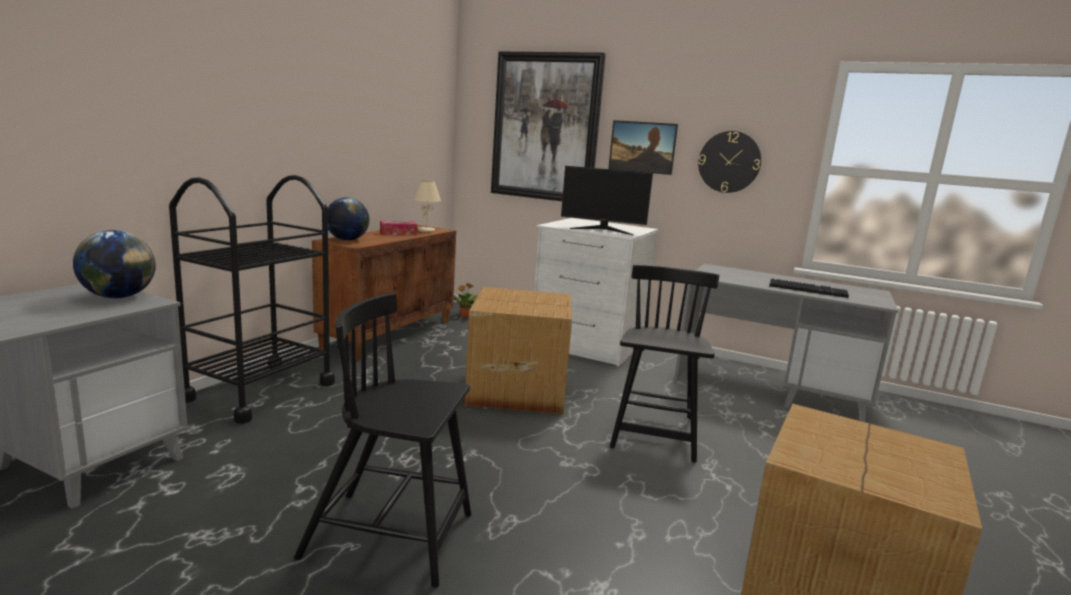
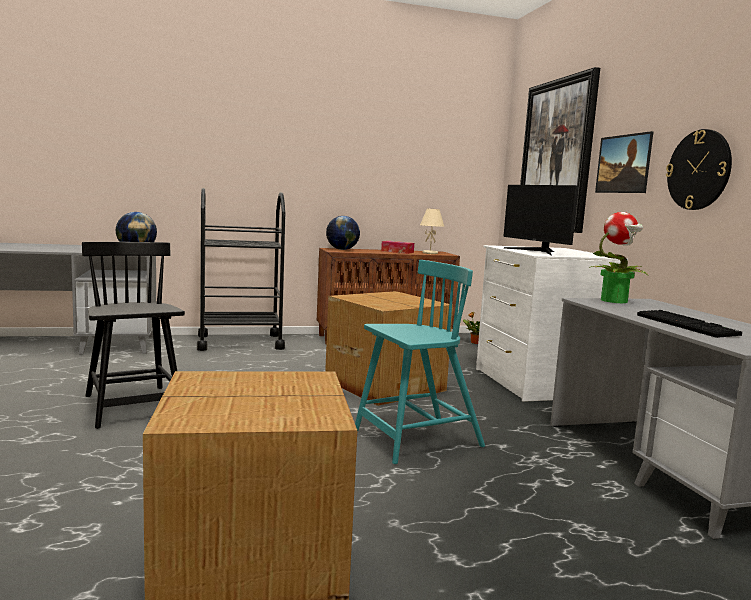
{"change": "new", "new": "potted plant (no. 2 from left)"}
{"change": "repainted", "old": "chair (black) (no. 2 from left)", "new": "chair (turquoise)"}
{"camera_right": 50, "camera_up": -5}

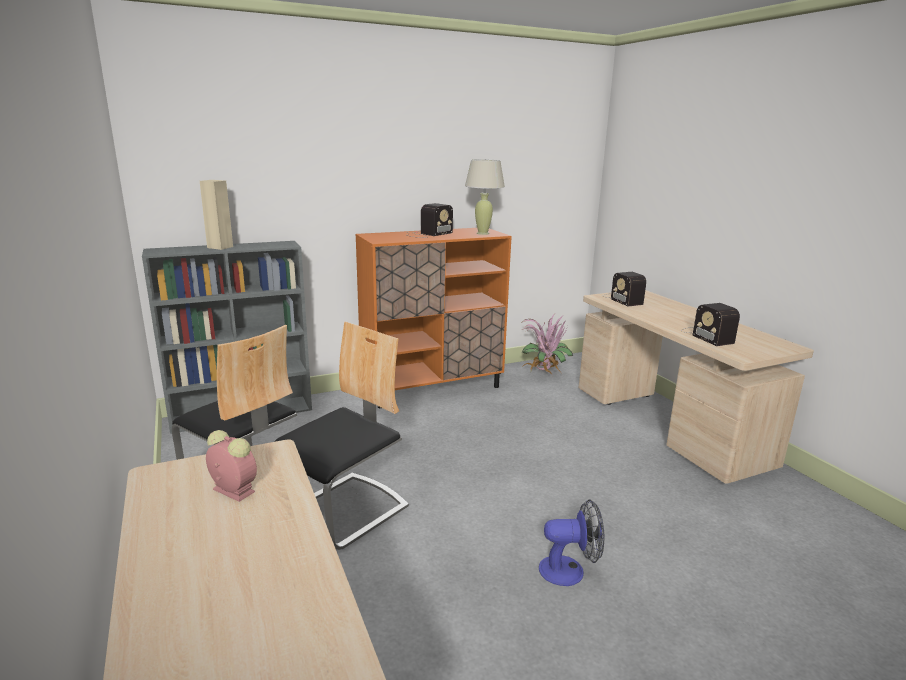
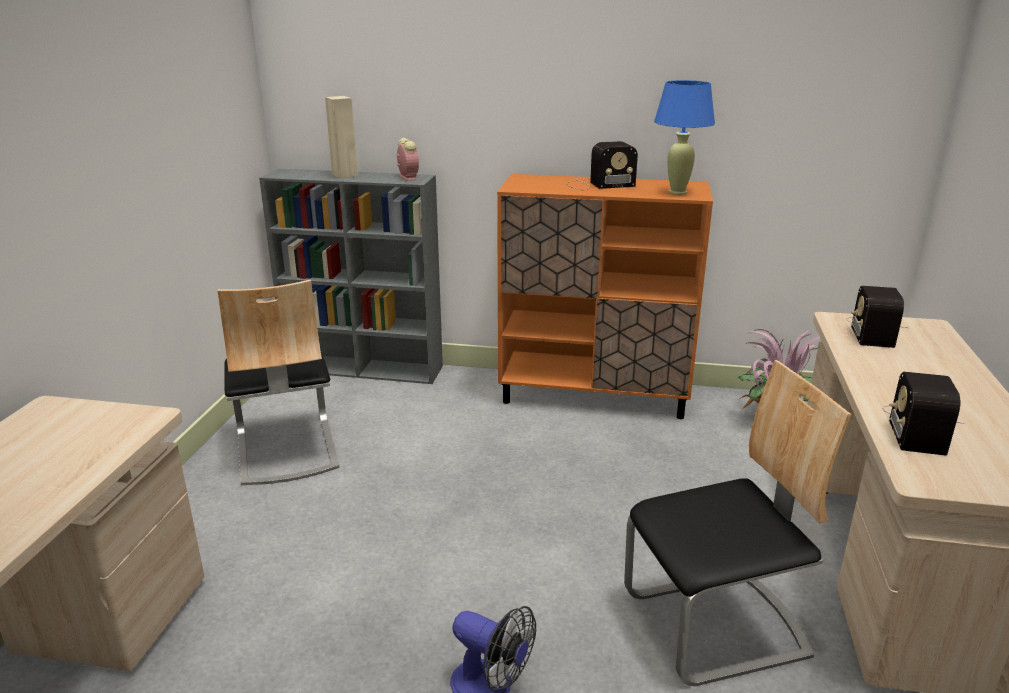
{"change": "shifted", "old": "alarm clock"}
{"change": "shifted", "old": "chair (no. 2 from left)"}
{"change": "repainted", "old": "table lamp (beige)", "new": "table lamp (blue)"}
{"camera_right": 35, "camera_up": 5}

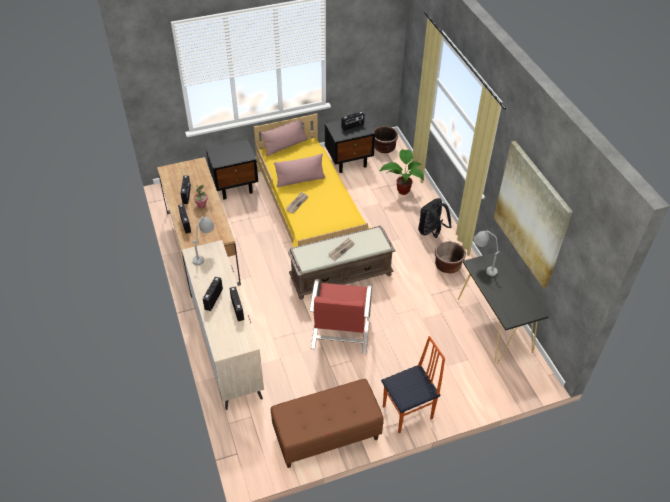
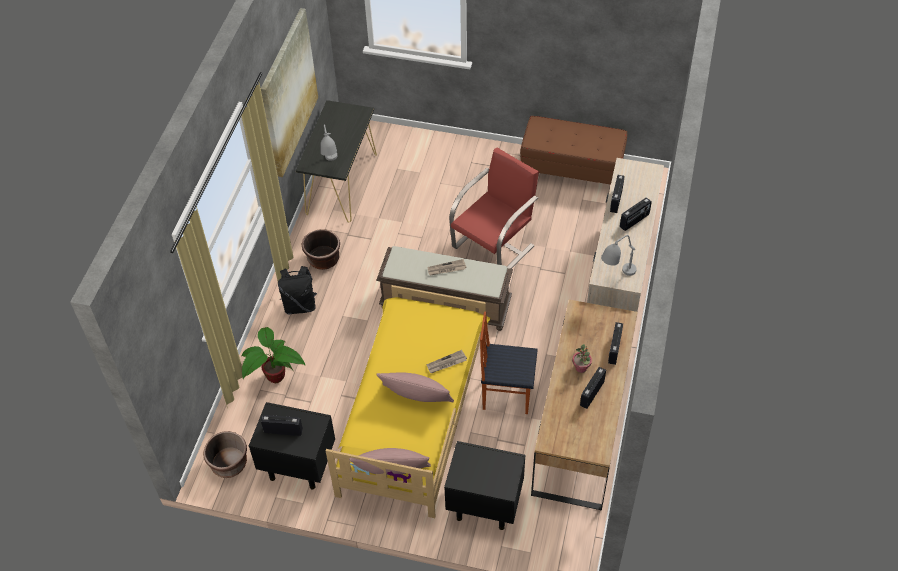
{"change": "shifted", "old": "chair"}
{"camera_right": -145, "camera_up": 5}

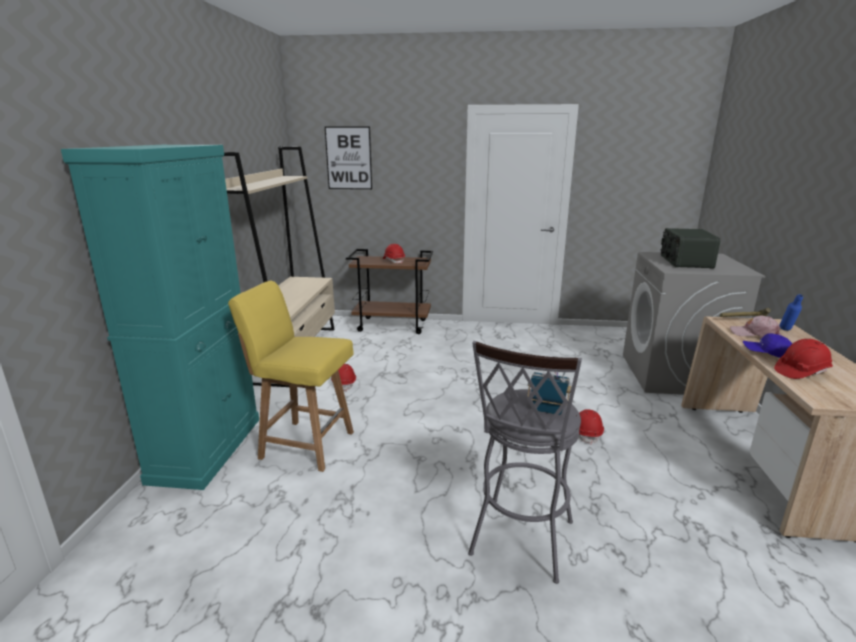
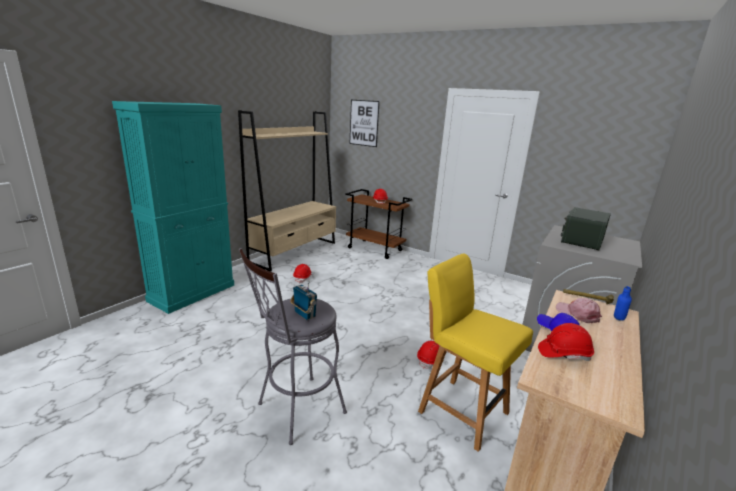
{"change": "shifted", "old": "chair (yellow)"}
{"camera_right": 25, "camera_up": 0}

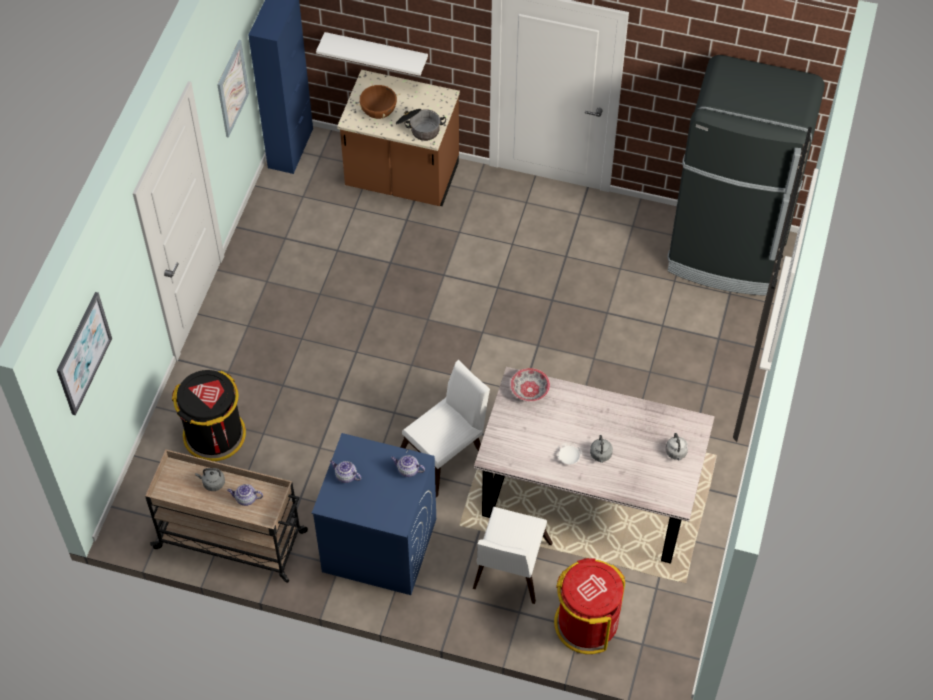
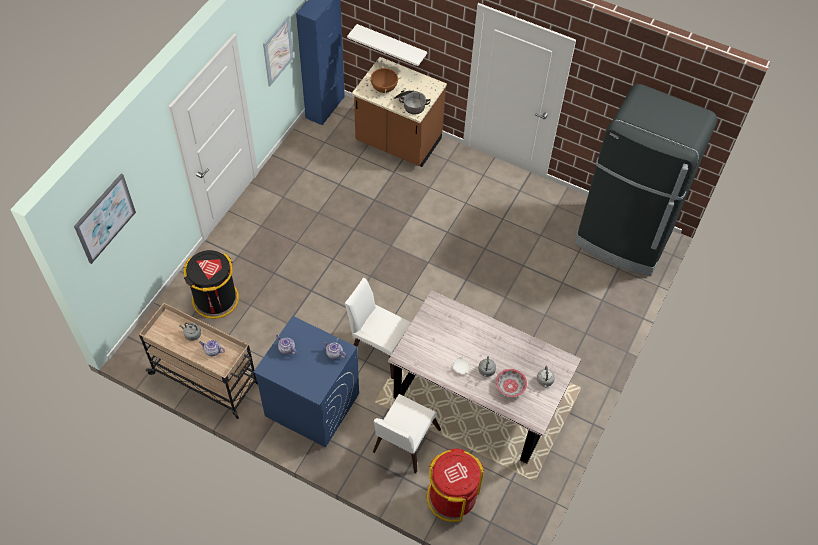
{"change": "shifted", "old": "bowl"}
{"change": "rotated", "old": "chair (white) (no. 1 from left)", "degrees": -120}
{"camera_right": 10, "camera_up": 0}

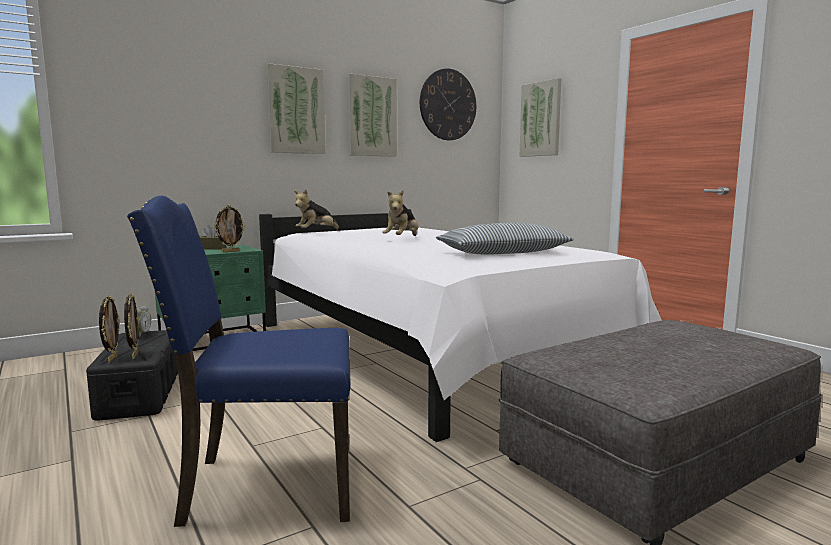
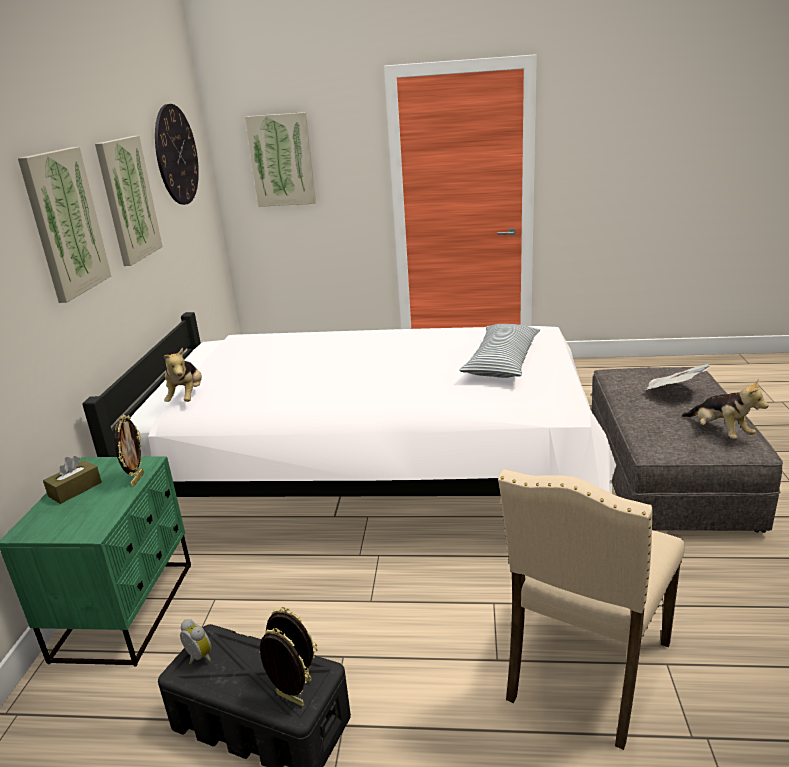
{"change": "new", "new": "newspaper"}
{"change": "shifted", "old": "plush toy (no. 2 from left)"}
{"change": "repainted", "old": "chair (blue)", "new": "chair (beige)"}
{"camera_right": -50, "camera_up": 15}

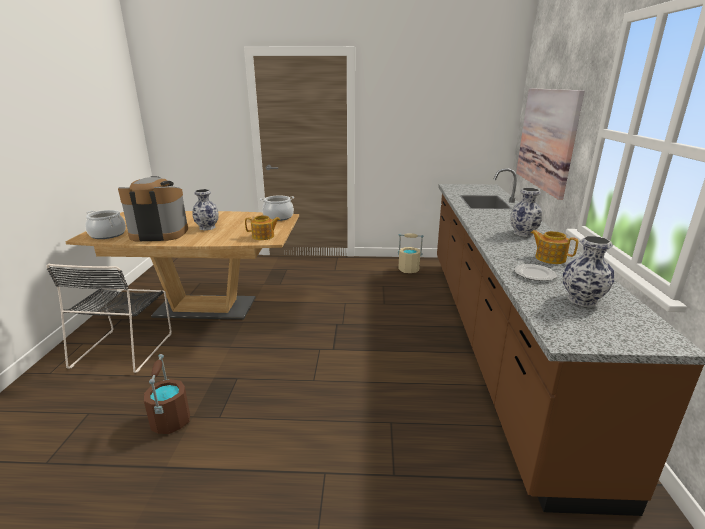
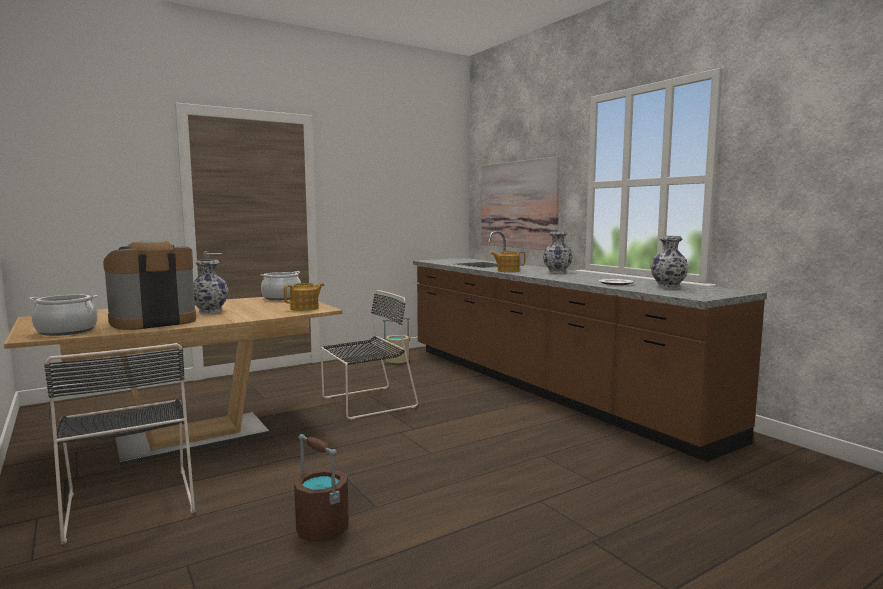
{"change": "new", "new": "chair (black) (no. 2 from left)"}
{"change": "shifted", "old": "teapot (no. 2 from left)"}
{"camera_right": -35, "camera_up": -15}

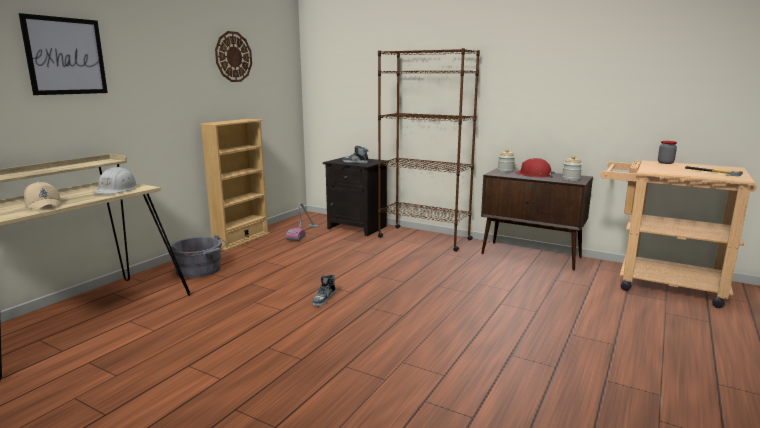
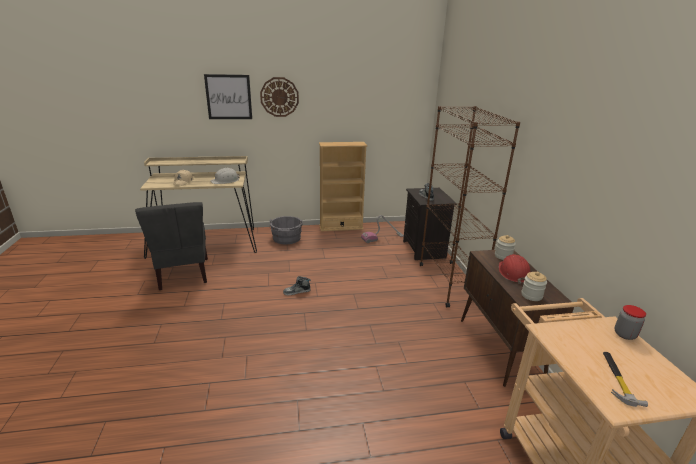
{"change": "new", "new": "chair (grey)"}
{"change": "shifted", "old": "wall clock"}
{"camera_right": 50, "camera_up": 10}

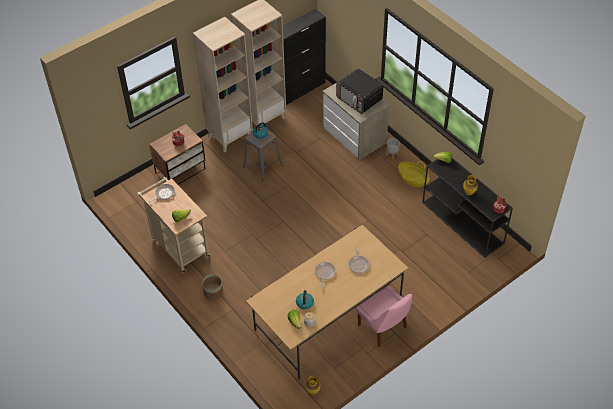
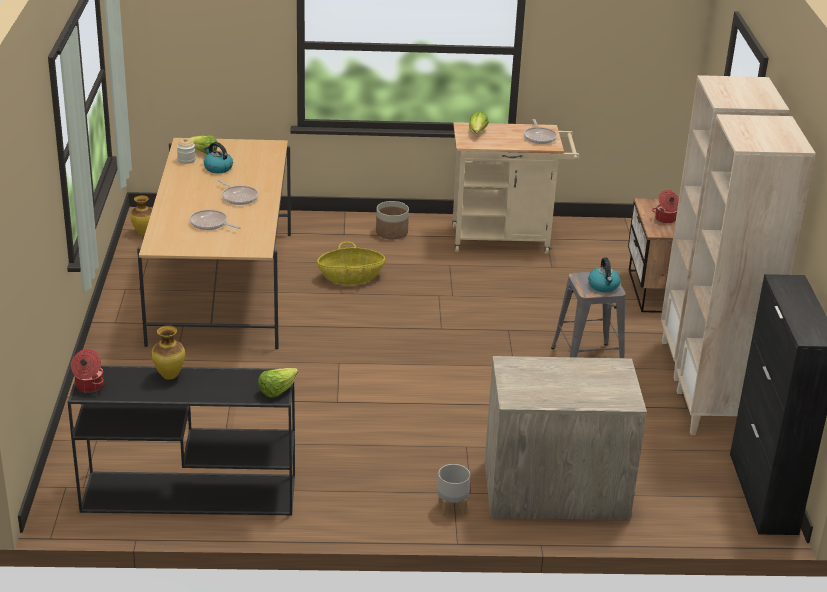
{"change": "gone", "old": "microwave"}
{"change": "gone", "old": "chair (pink)"}
{"change": "shifted", "old": "basket"}
{"camera_right": 125, "camera_up": -20}

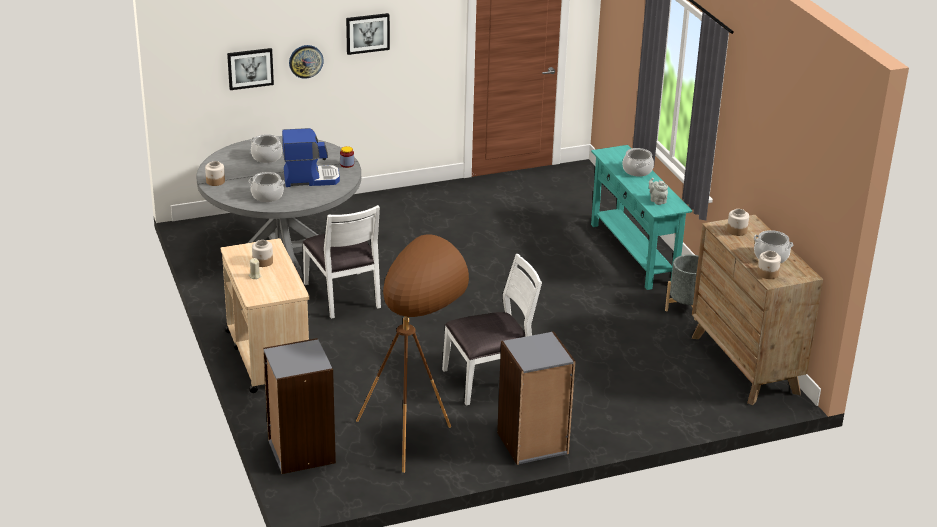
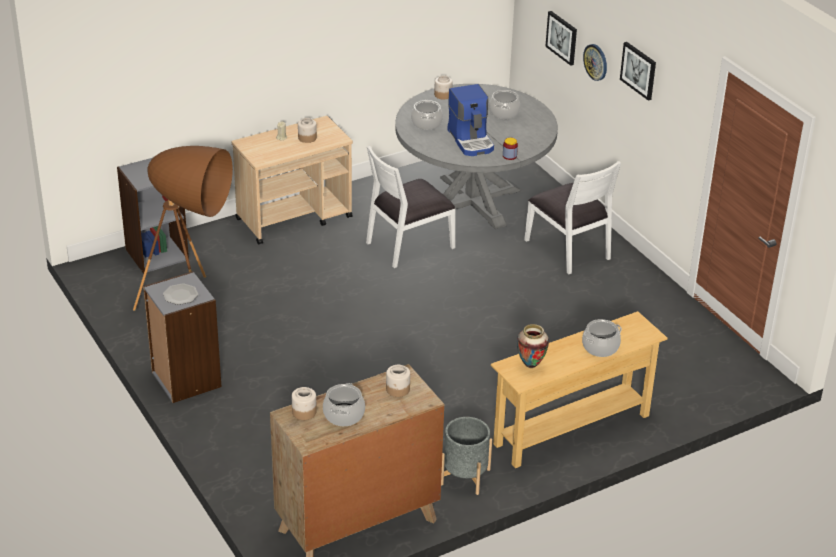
{"change": "new", "new": "plate"}
{"change": "shifted", "old": "chair (white) (no. 2 from left)"}
{"change": "swapped", "old": "teapot (grey)", "new": "vase"}
{"change": "repainted", "old": "console table (turquoise)", "new": "console table (beige)"}
{"camera_right": 80, "camera_up": 5}

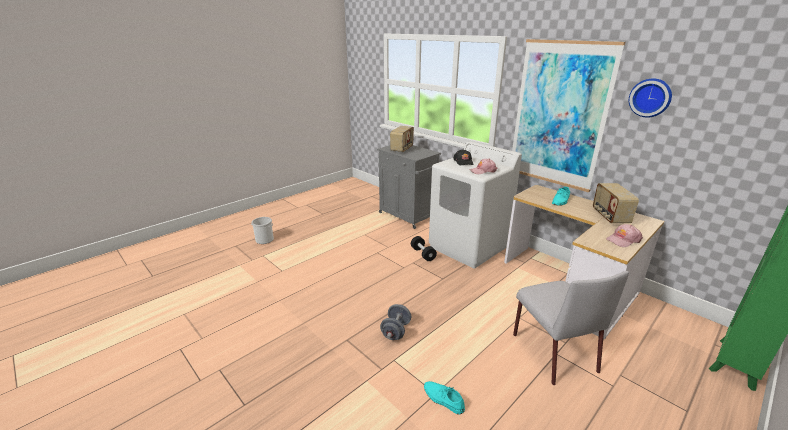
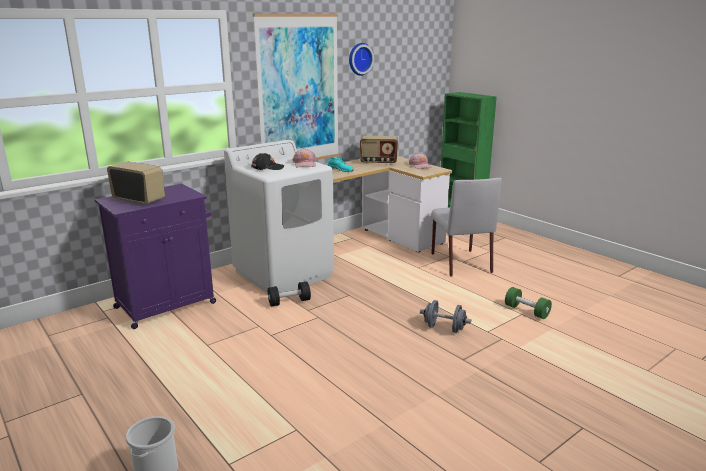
{"change": "swapped", "old": "shoe (turquoise) (no. 1 from left)", "new": "dumbbell (green)"}
{"change": "repainted", "old": "cabinet (grey)", "new": "cabinet (purple)"}
{"change": "rotated", "old": "chair (grey)", "degrees": 90}
{"camera_right": -85, "camera_up": -5}

